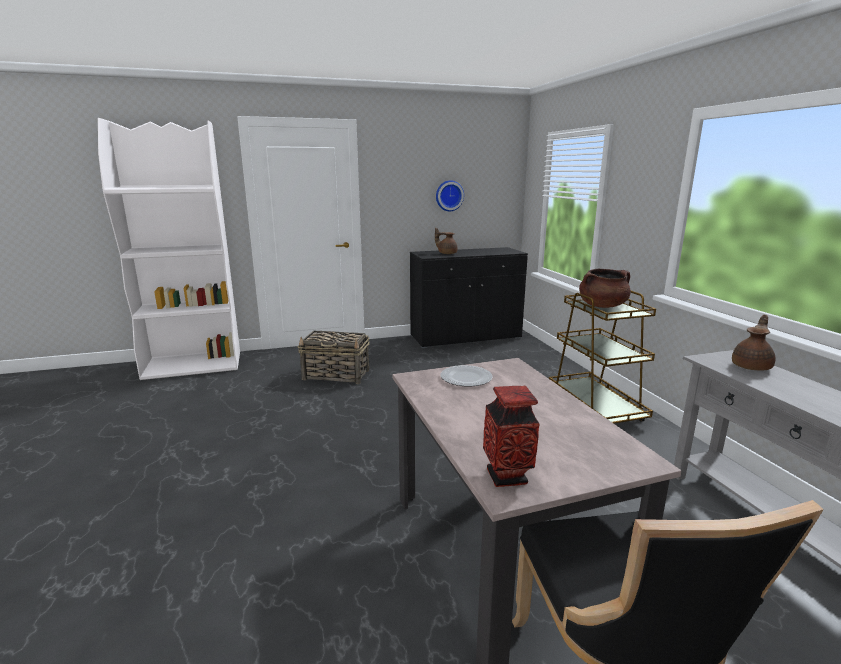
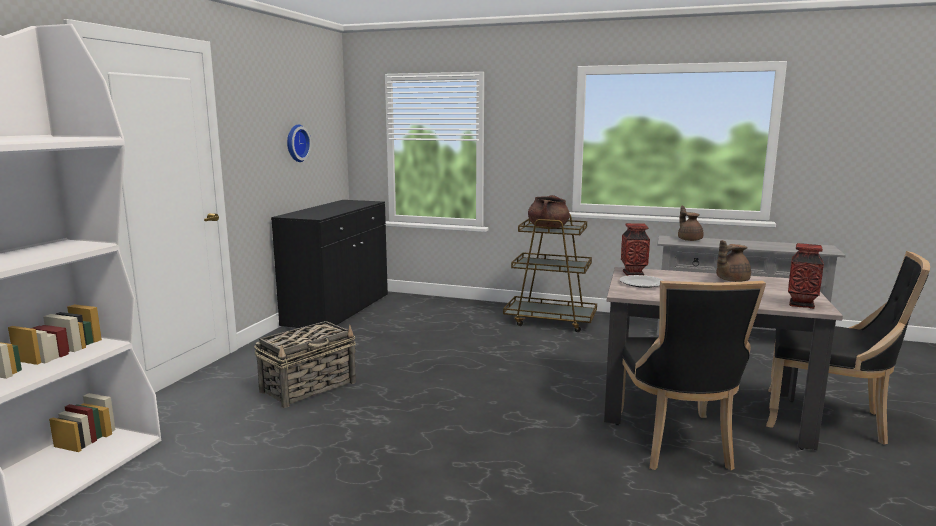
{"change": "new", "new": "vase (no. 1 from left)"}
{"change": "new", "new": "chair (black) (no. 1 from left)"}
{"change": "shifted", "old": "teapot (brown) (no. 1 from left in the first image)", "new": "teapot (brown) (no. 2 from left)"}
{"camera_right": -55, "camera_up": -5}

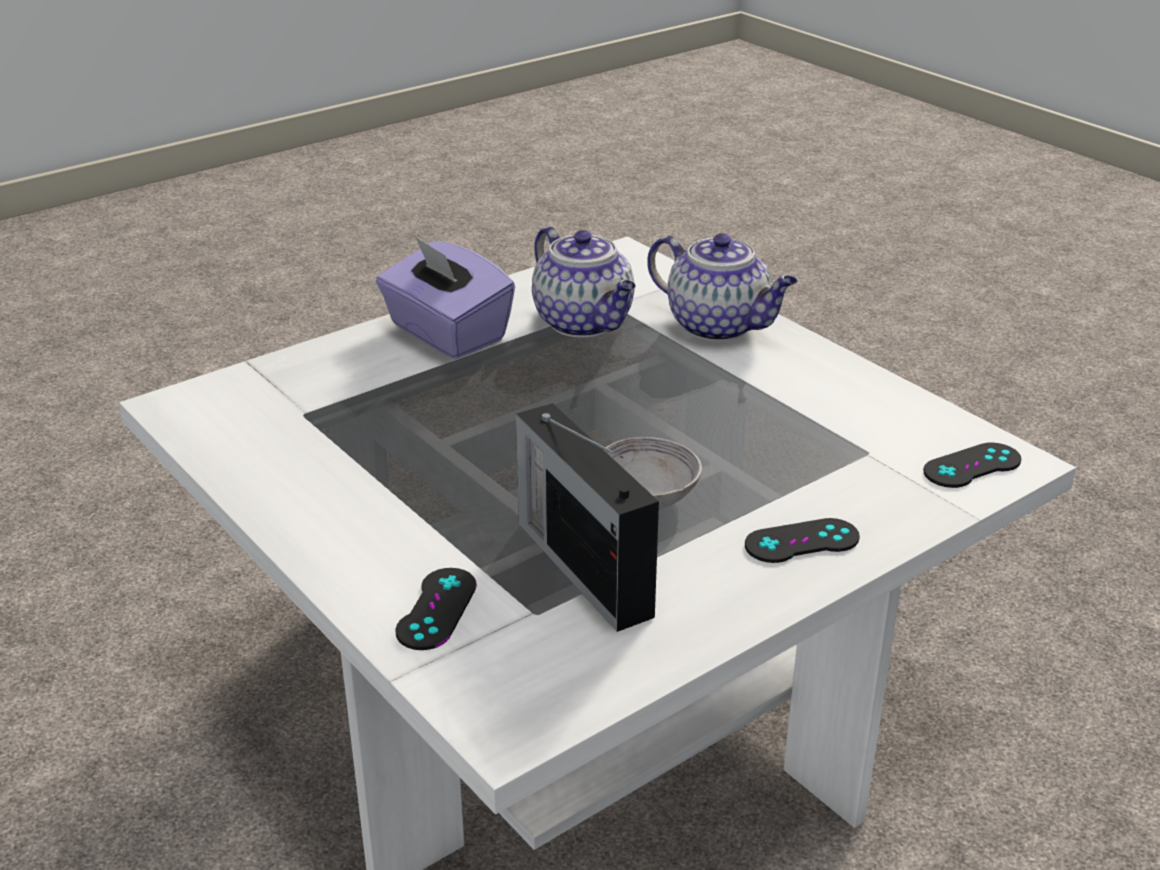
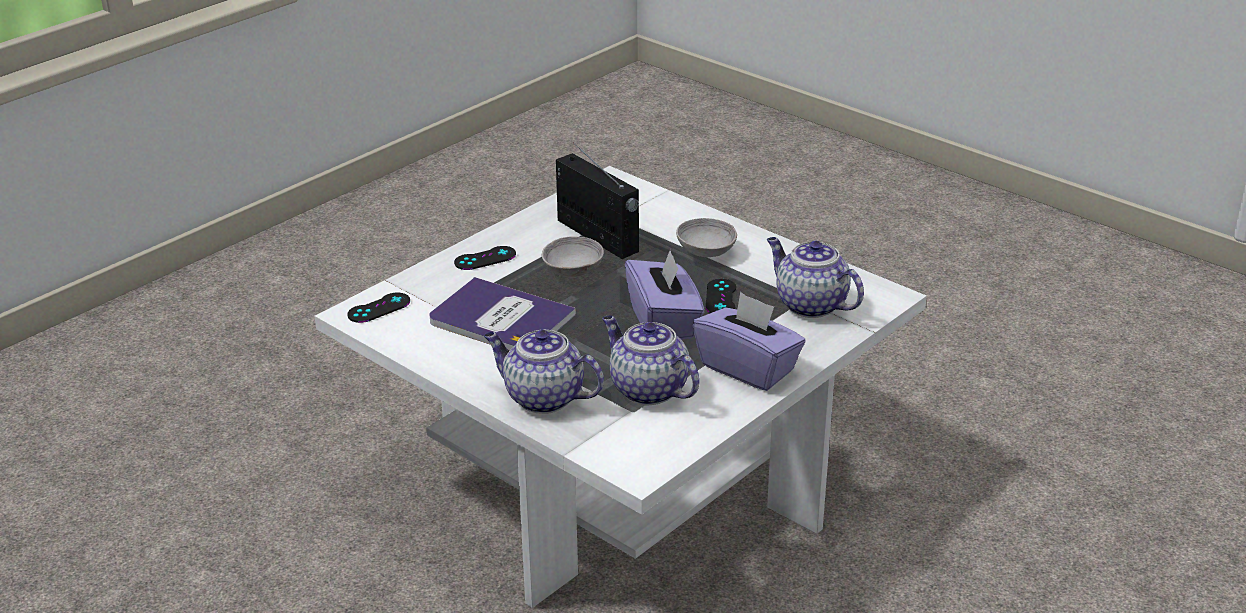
{"change": "new", "new": "book"}
{"change": "new", "new": "tissue box (purple) (no. 1 from left)"}
{"change": "new", "new": "bowl (grey) (no. 2 from left)"}
{"change": "new", "new": "teapot (no. 3 from left)"}
{"change": "shifted", "old": "game controller (black) (no. 1 from left in the first image)", "new": "game controller (black) (no. 3 from left)"}
{"camera_right": 170, "camera_up": 0}

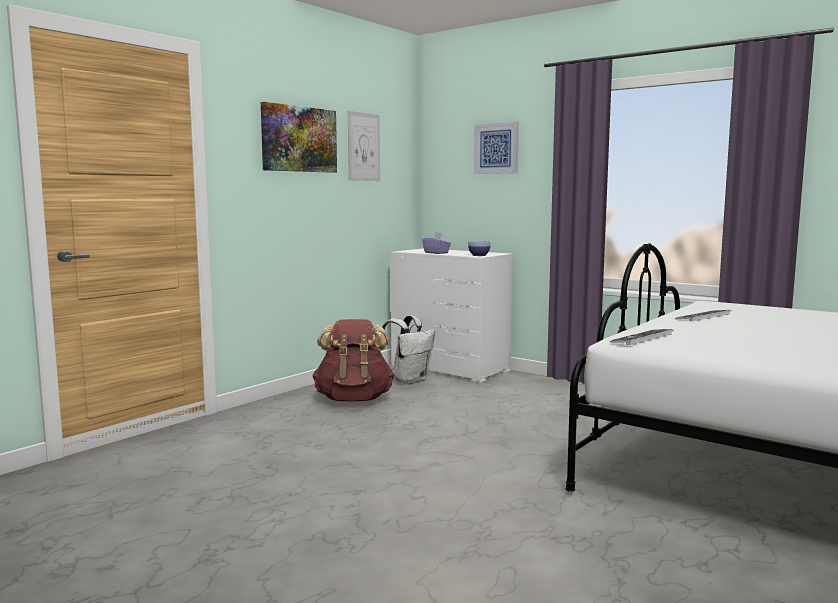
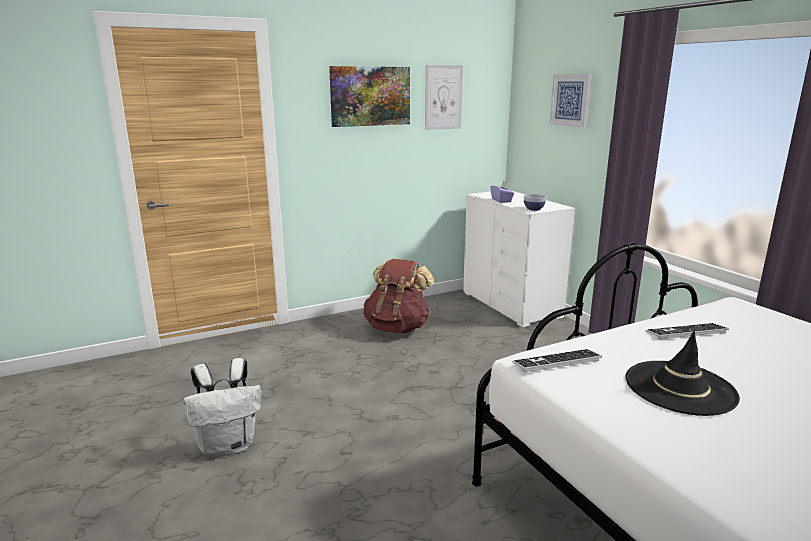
{"change": "new", "new": "hat (black)"}
{"change": "shifted", "old": "backpack (white)"}
{"camera_right": 25, "camera_up": 10}

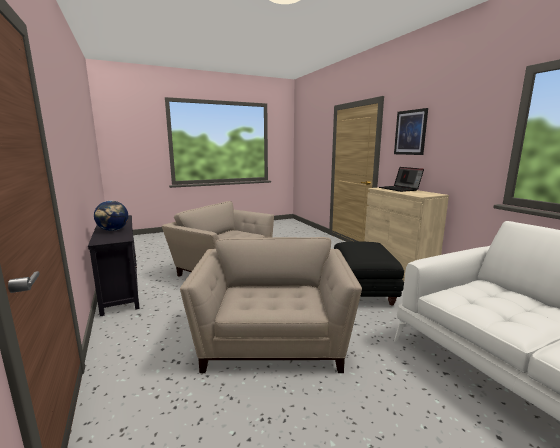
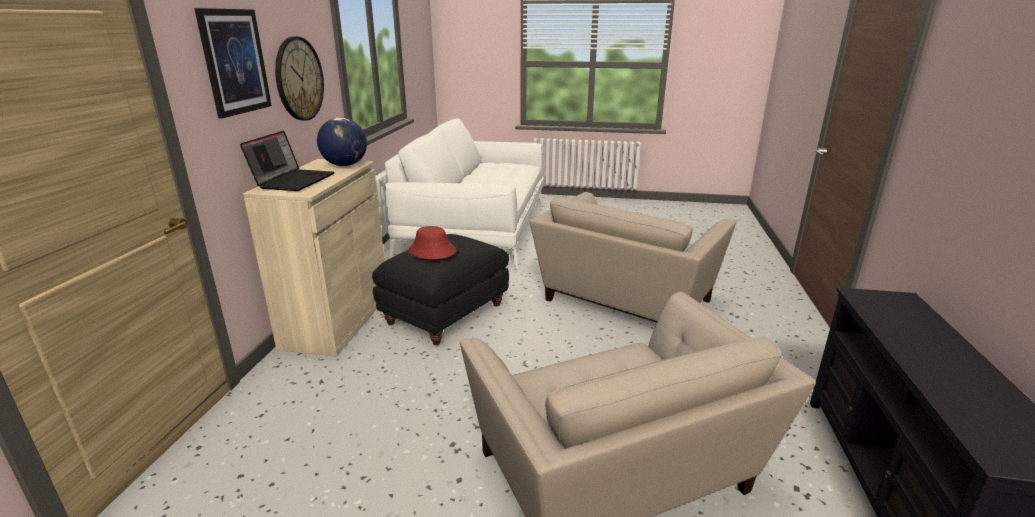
{"change": "new", "new": "wall clock"}
{"change": "new", "new": "hat (red)"}
{"change": "shifted", "old": "globe"}
{"camera_right": -145, "camera_up": 10}

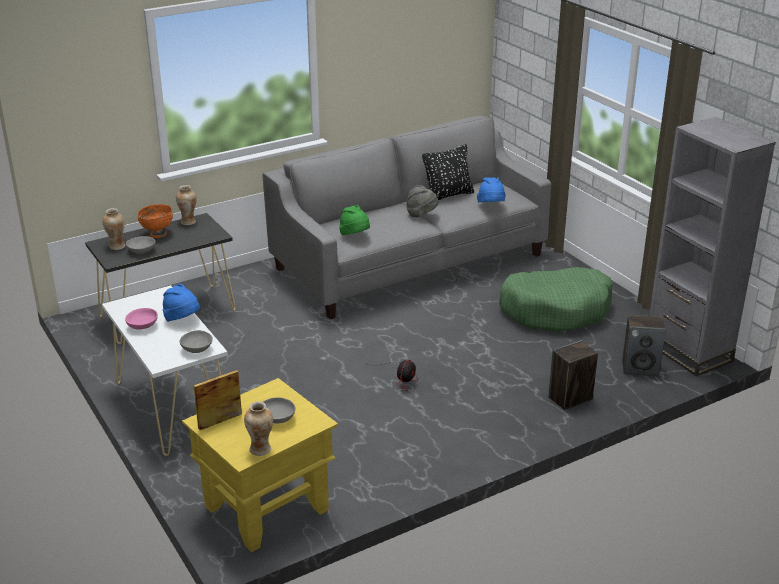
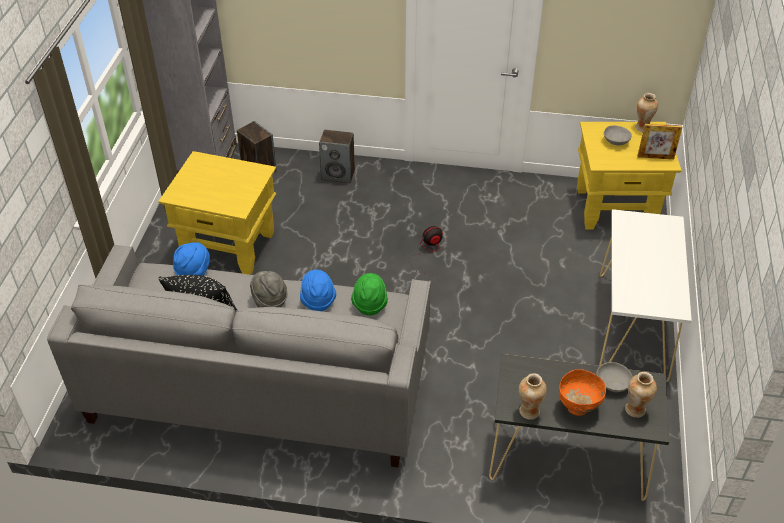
{"change": "gone", "old": "bowl (pink)"}
{"change": "gone", "old": "bowl (grey) (no. 2 from left)"}
{"change": "shifted", "old": "hat (blue) (no. 1 from left in the first image)", "new": "hat (blue) (no. 2 from left)"}
{"change": "swapped", "old": "dog bed (green)", "new": "side table (yellow) (no. 1 from left)"}
{"camera_right": -140, "camera_up": 15}

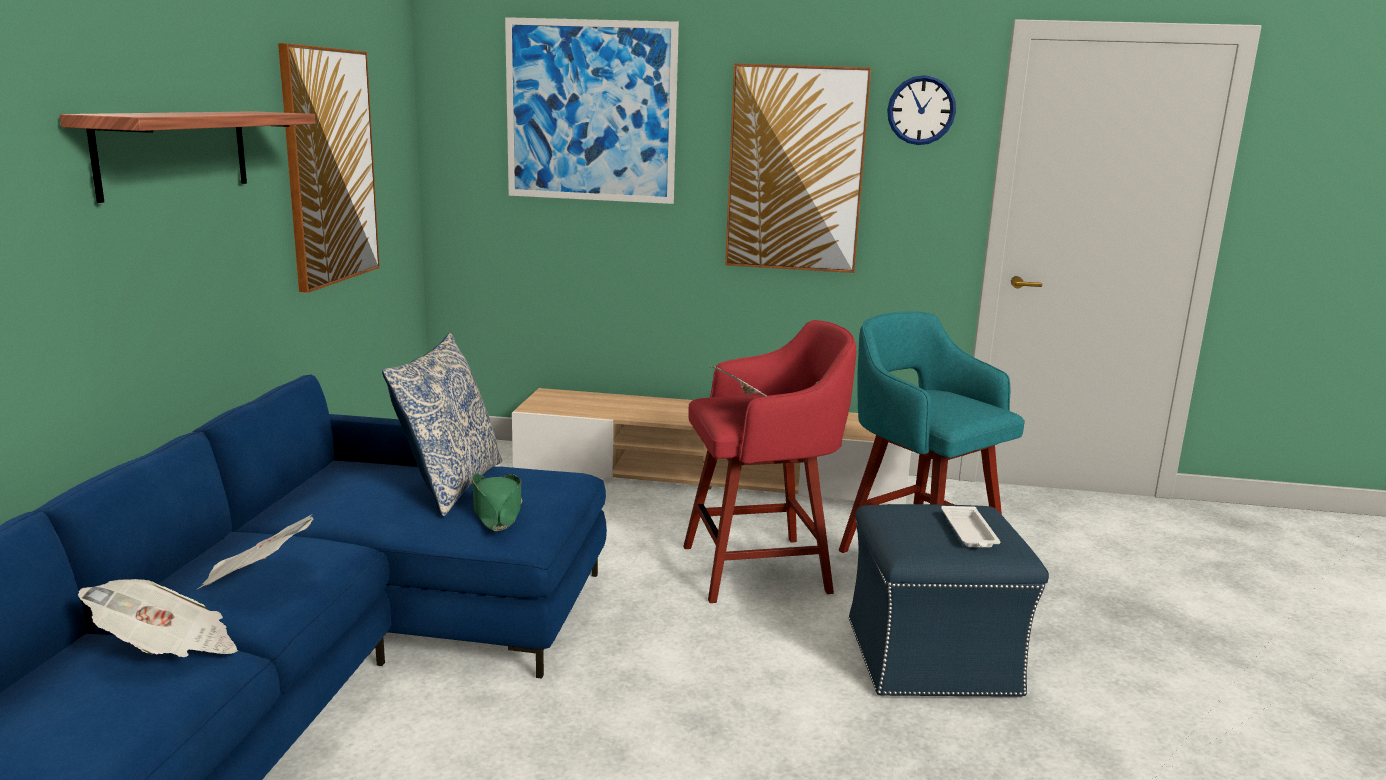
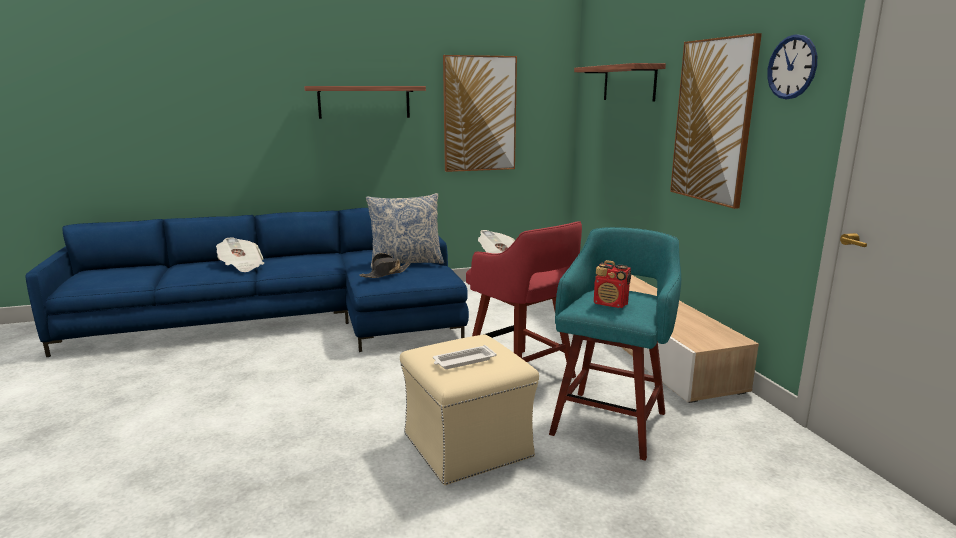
{"change": "gone", "old": "newspaper (no. 2 from left)"}
{"change": "new", "new": "radio"}
{"change": "swapped", "old": "picture (no. 2 from left)", "new": "shelf (no. 2 from left)"}
{"change": "repainted", "old": "hat (green)", "new": "hat (black)"}
{"change": "repainted", "old": "ottoman (blue)", "new": "ottoman (beige)"}
{"camera_right": 65, "camera_up": 0}

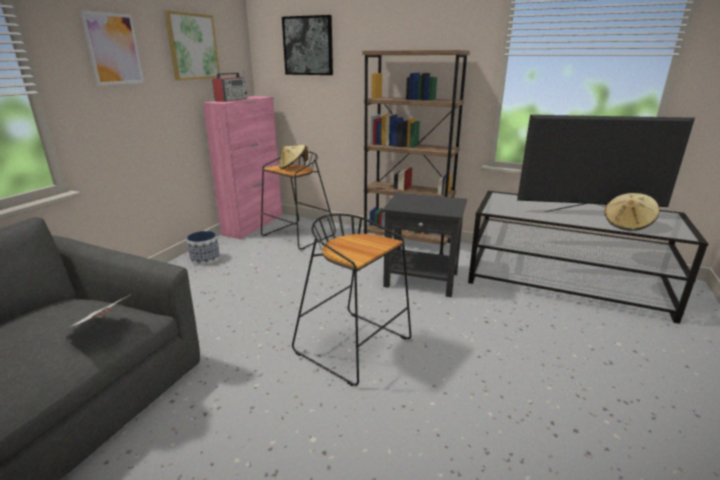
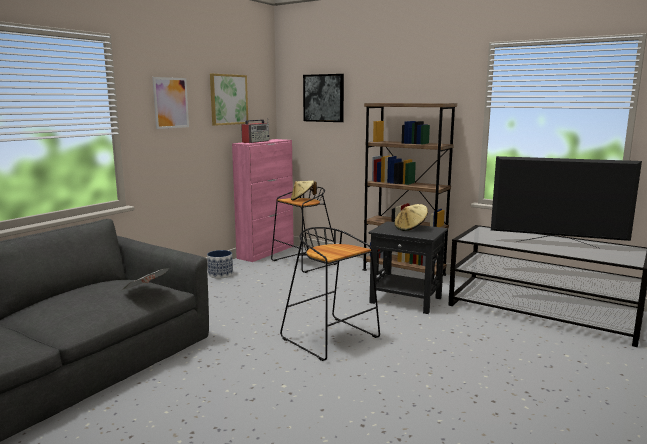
{"change": "shifted", "old": "hat (beige) (no. 2 from left)"}
{"camera_right": 10, "camera_up": -10}

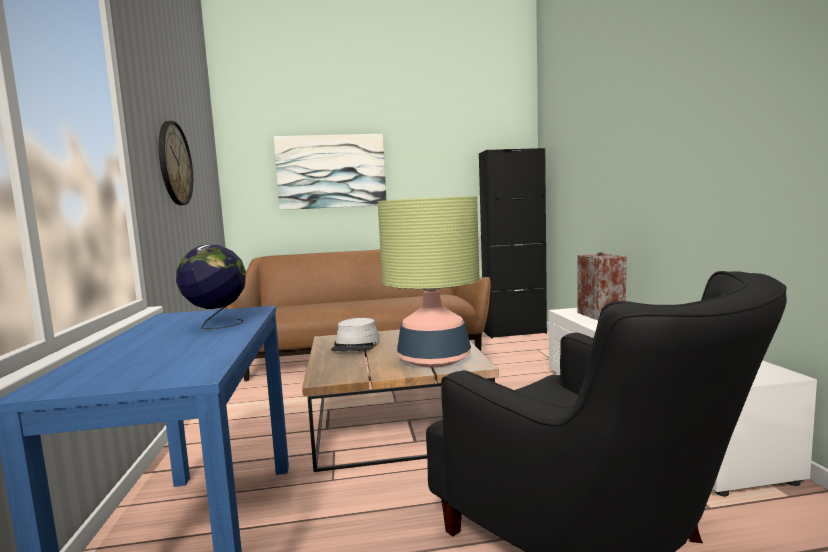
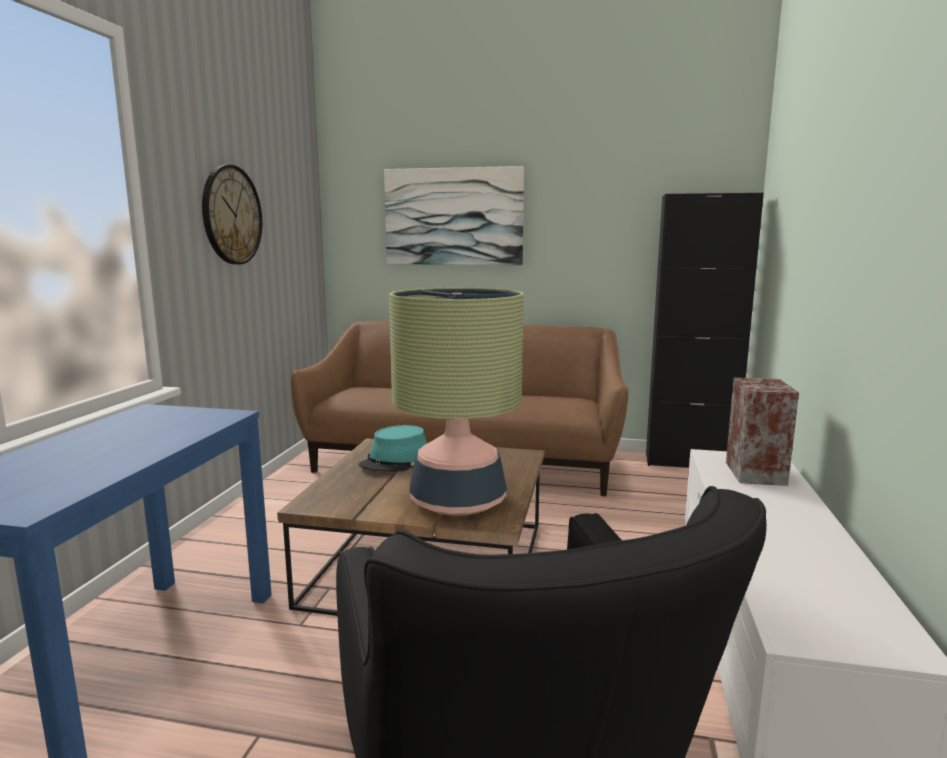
{"change": "gone", "old": "globe"}
{"change": "repainted", "old": "hat (grey)", "new": "hat (turquoise)"}
{"camera_right": 20, "camera_up": 5}

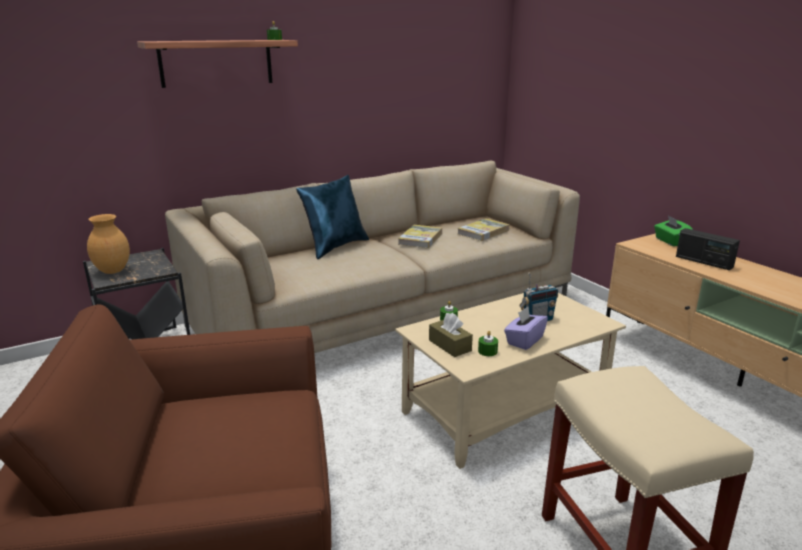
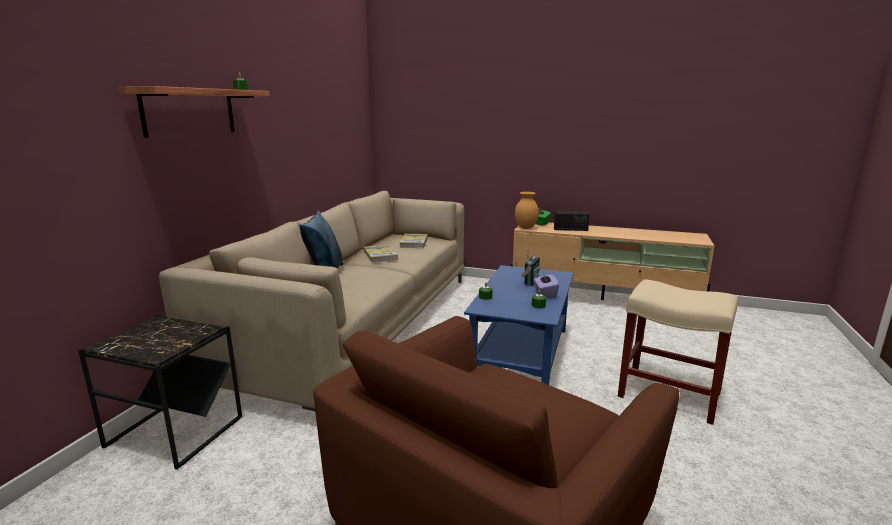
{"change": "gone", "old": "tissue box (brown)"}
{"change": "shifted", "old": "vase (brown)"}
{"change": "repainted", "old": "coffee table (beige)", "new": "coffee table (blue)"}
{"camera_right": -40, "camera_up": -5}

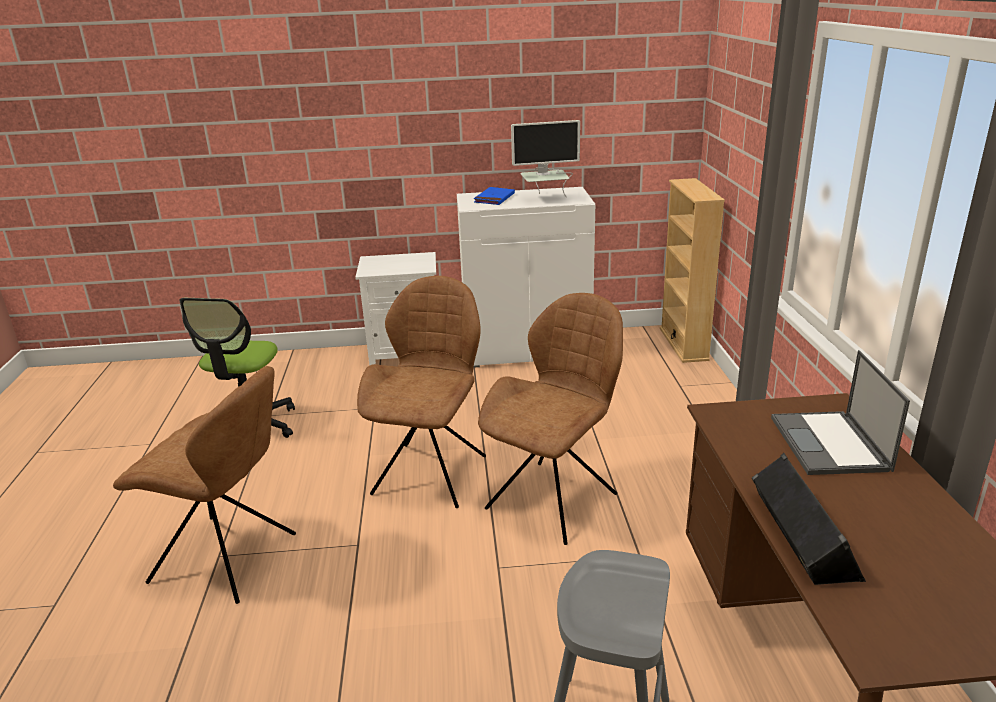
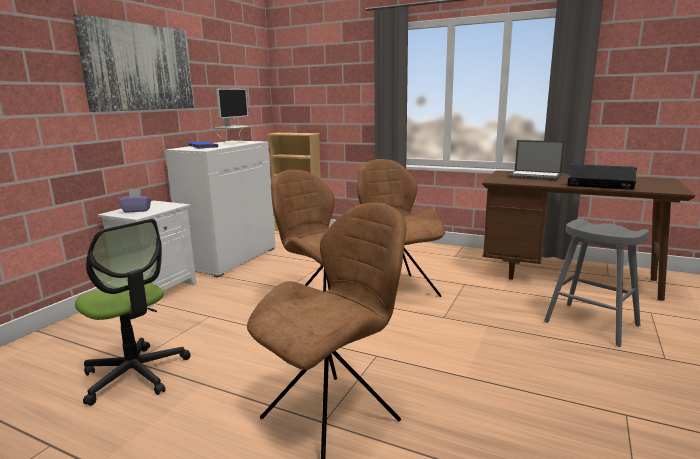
{"change": "new", "new": "picture"}
{"change": "new", "new": "tissue box (purple)"}
{"camera_right": -60, "camera_up": -10}

